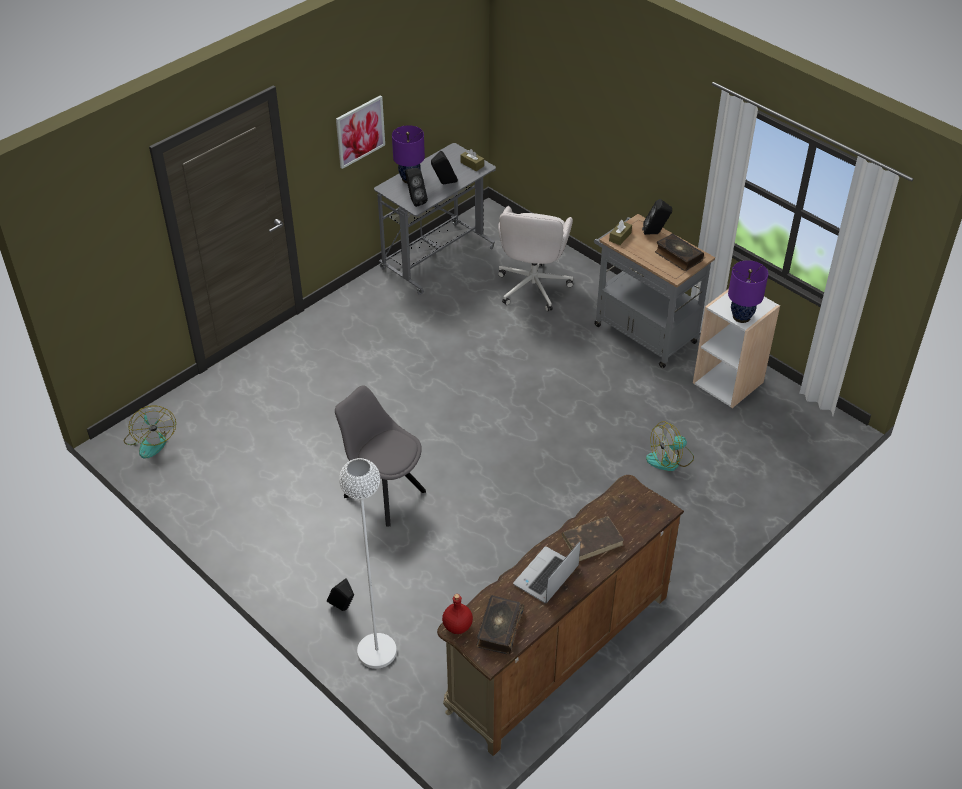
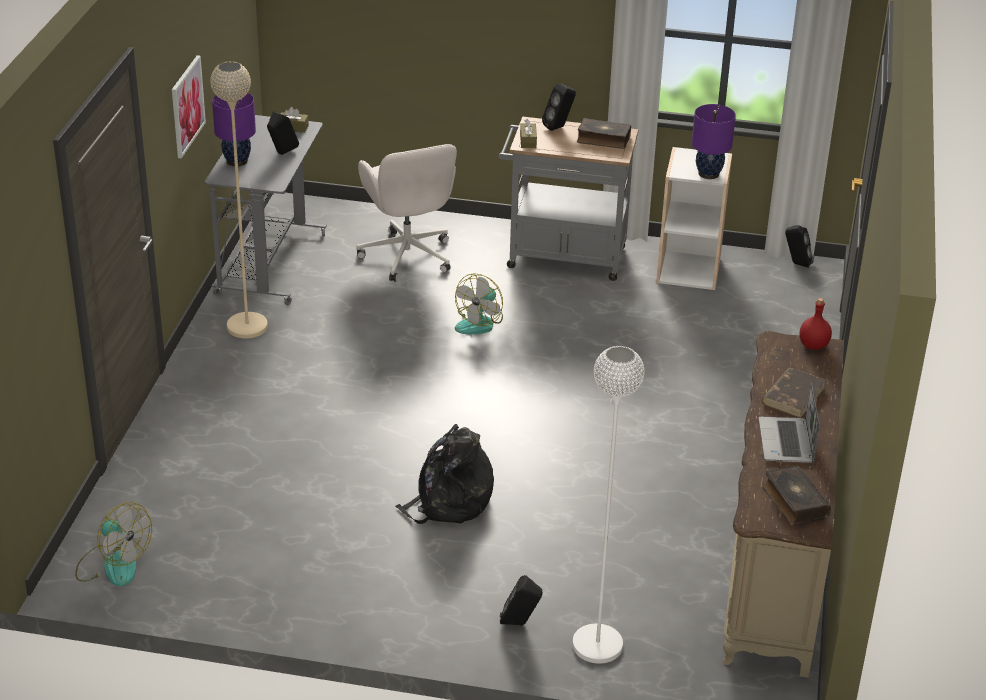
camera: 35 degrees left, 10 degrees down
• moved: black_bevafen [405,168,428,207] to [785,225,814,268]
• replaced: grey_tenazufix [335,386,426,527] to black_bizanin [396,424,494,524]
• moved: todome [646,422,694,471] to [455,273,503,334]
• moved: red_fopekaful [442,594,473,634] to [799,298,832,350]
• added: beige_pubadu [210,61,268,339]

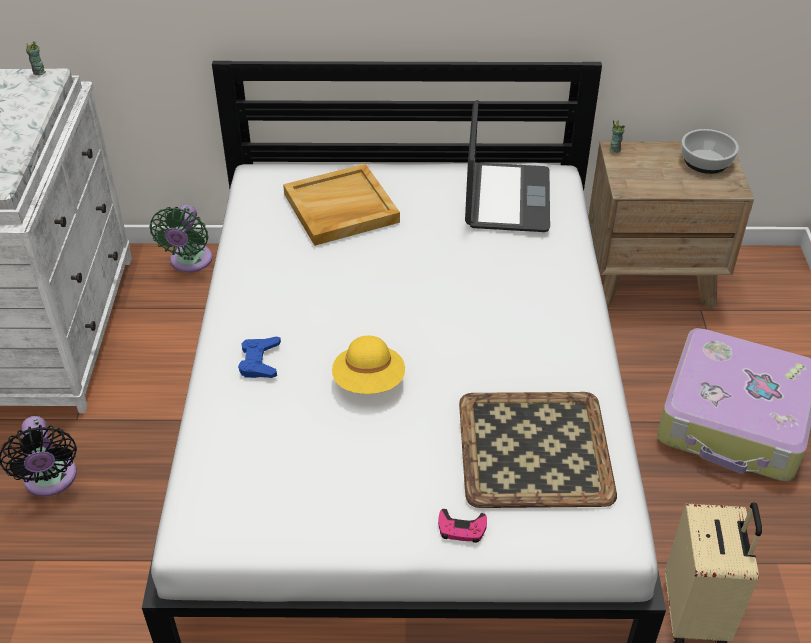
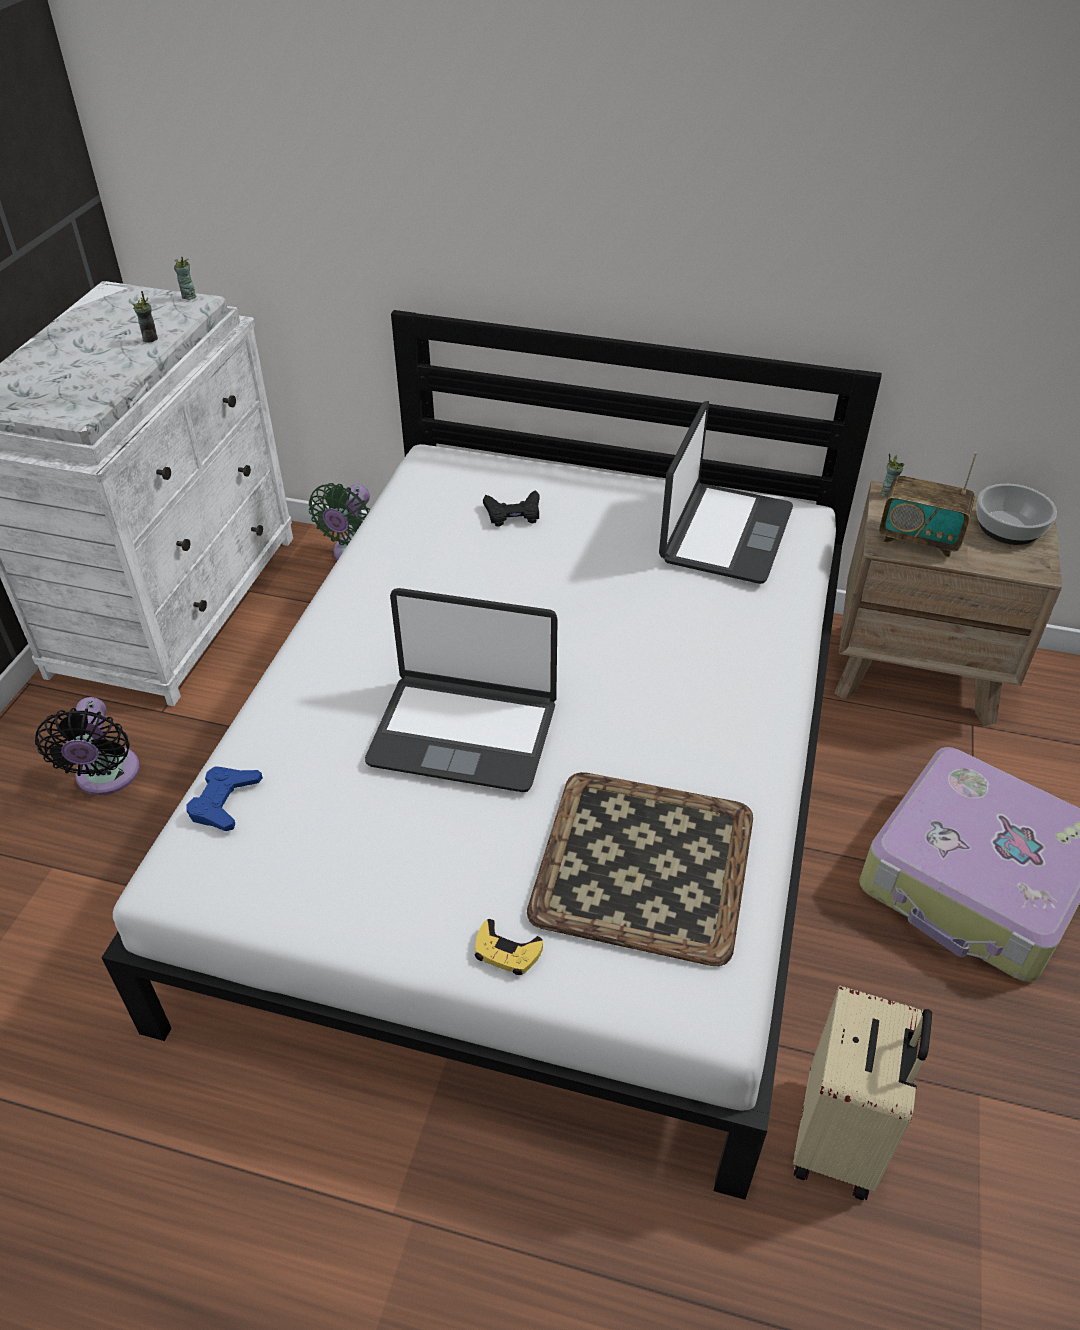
camera: 15 degrees right, 0 degrees up
• replaced: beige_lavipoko [283,164,400,246] to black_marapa [483,490,540,527]
• replaced: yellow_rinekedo [332,336,405,394] to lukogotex [365,588,558,792]
• moved: blue_marapa [238,337,281,378] to [186,766,263,831]
• recoloured: pink_marapa [438,509,487,543] to yellow_marapa [475,919,543,975]
• added: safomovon [133,291,158,343]
• added: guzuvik [879,452,977,557]

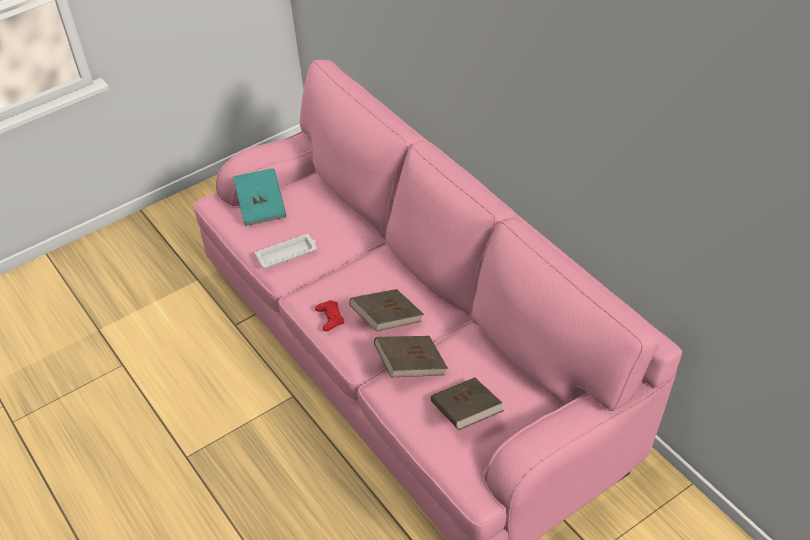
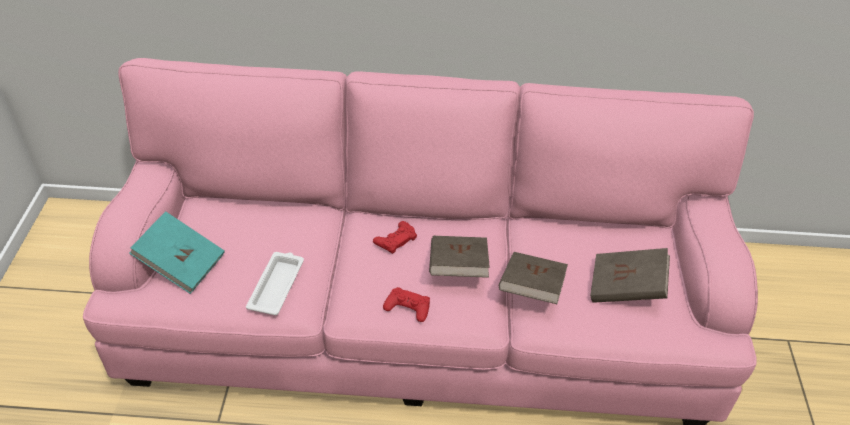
camera: 55 degrees left, 0 degrees up
• added: red_marapa [373,221,417,254]

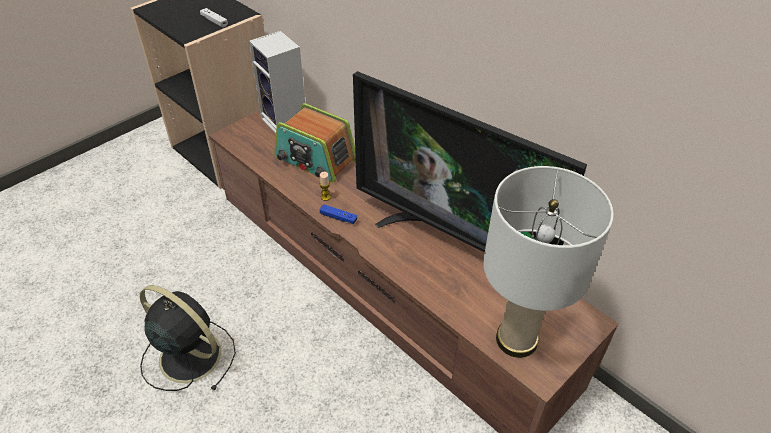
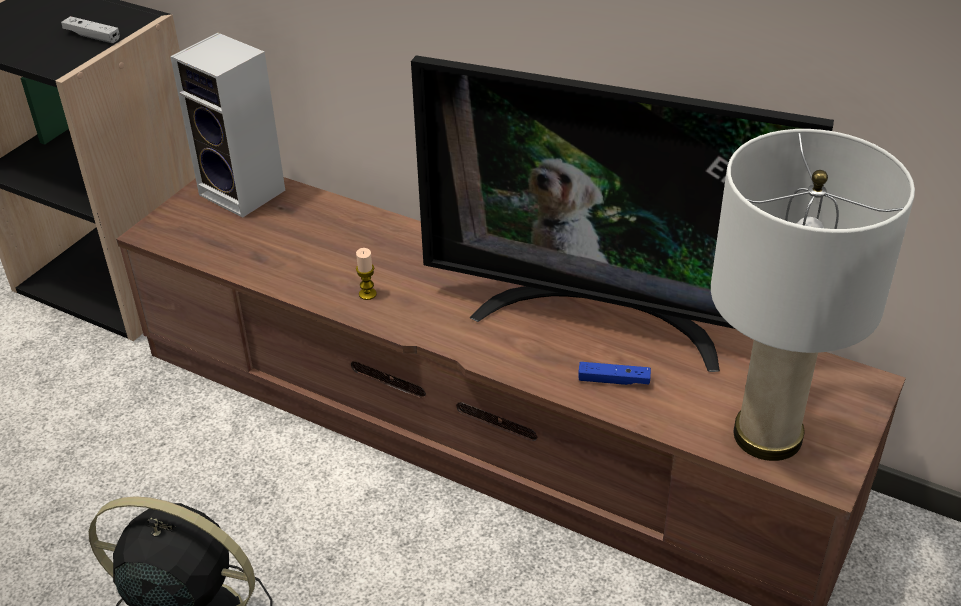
camera: 15 degrees left, 5 degrees down
• removed: guzuvik [274,103,356,183]
• moved: blue_marapa [320,204,358,224] to [578,362,651,385]

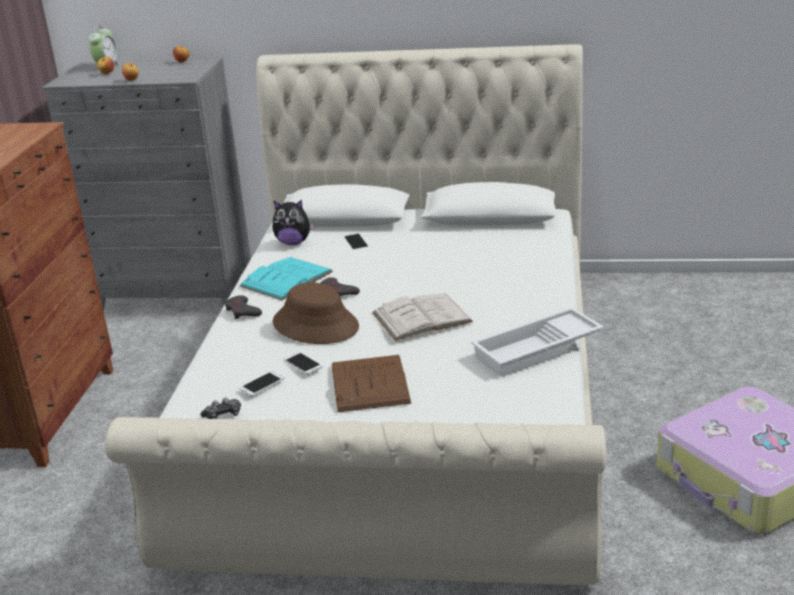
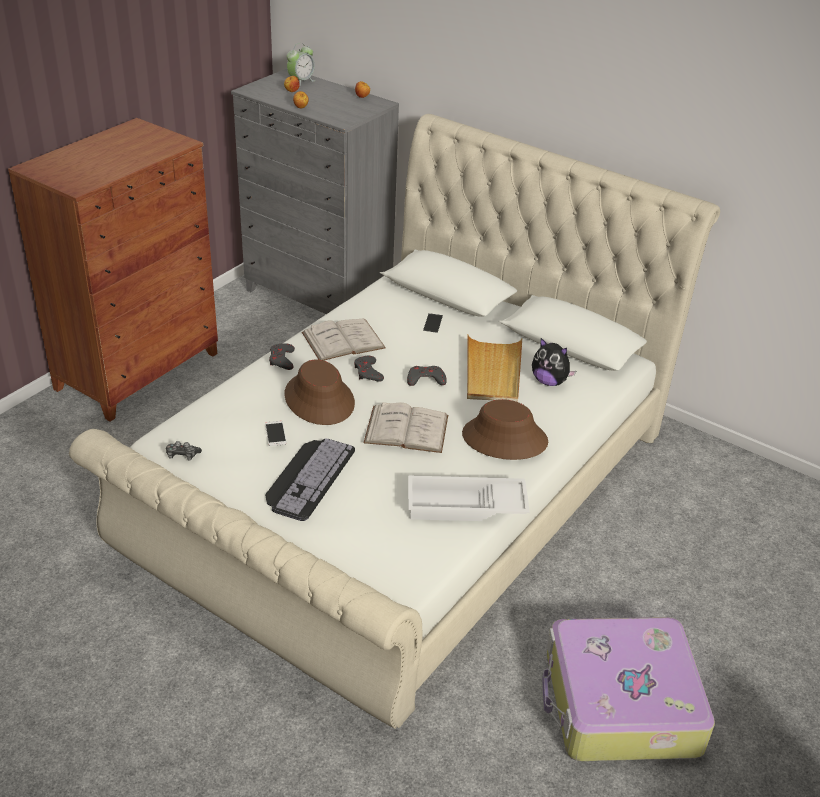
camera: 25 degrees right, 10 degrees up
• moved: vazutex [273,200,315,245] to [532,338,576,386]
• recoloured: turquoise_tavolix [240,257,333,300] to white_tavolix [302,318,386,360]
• replaced: brown_tavolix [331,355,411,413] to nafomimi [265,438,355,521]
• removed: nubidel [239,371,284,396]
• added: beige_lavipoko [467,334,522,402]
• added: grey_marapa [407,366,447,386]
• added: brown_rinekedo [462,399,548,460]

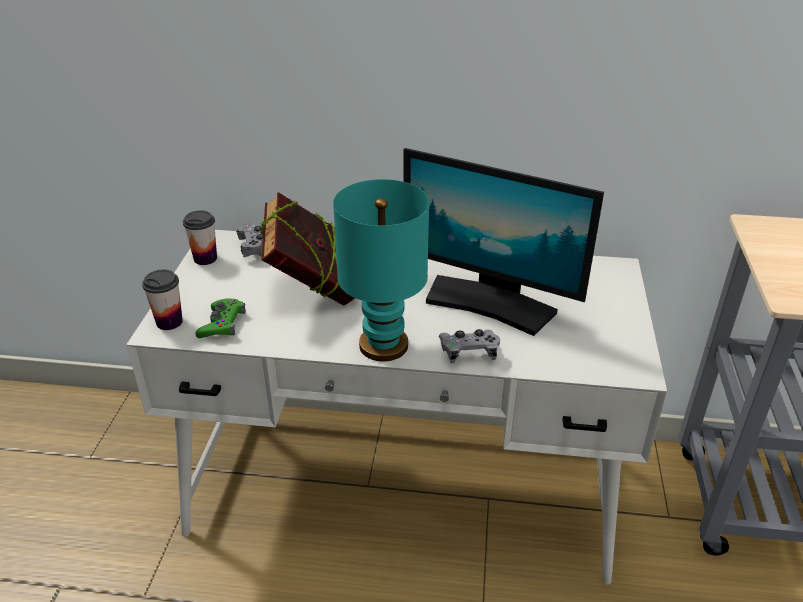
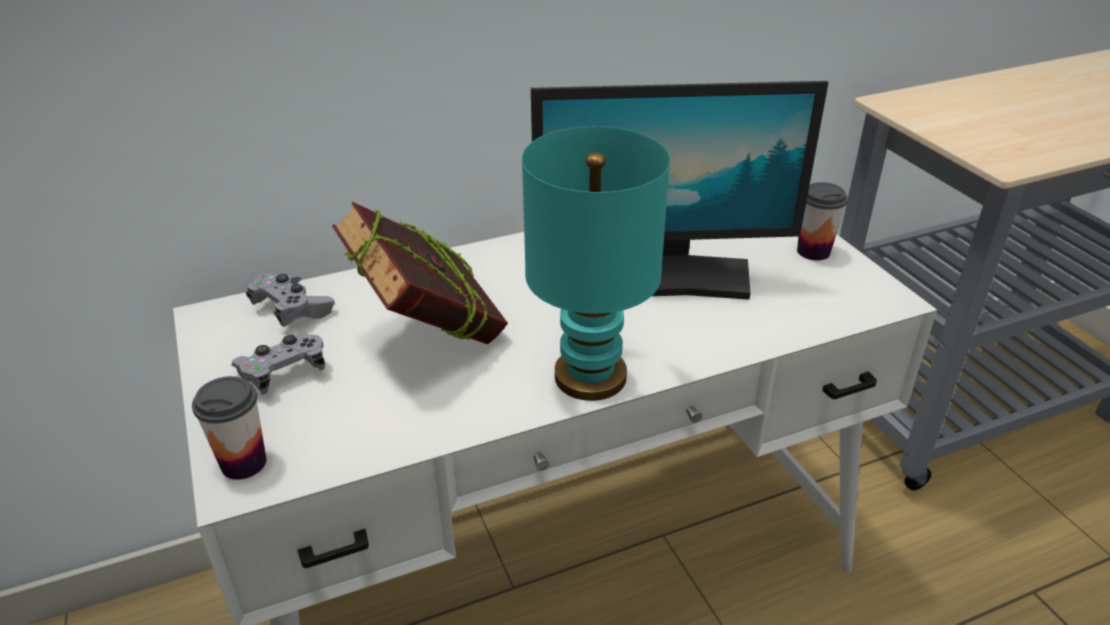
camera: 30 degrees left, 0 degrees up
• moved: safomovon [183,210,217,265] to [797,182,848,260]
• removed: green_marapa [195,298,246,338]
• moved: grey_marapa [438,329,500,363] to [231,332,325,395]

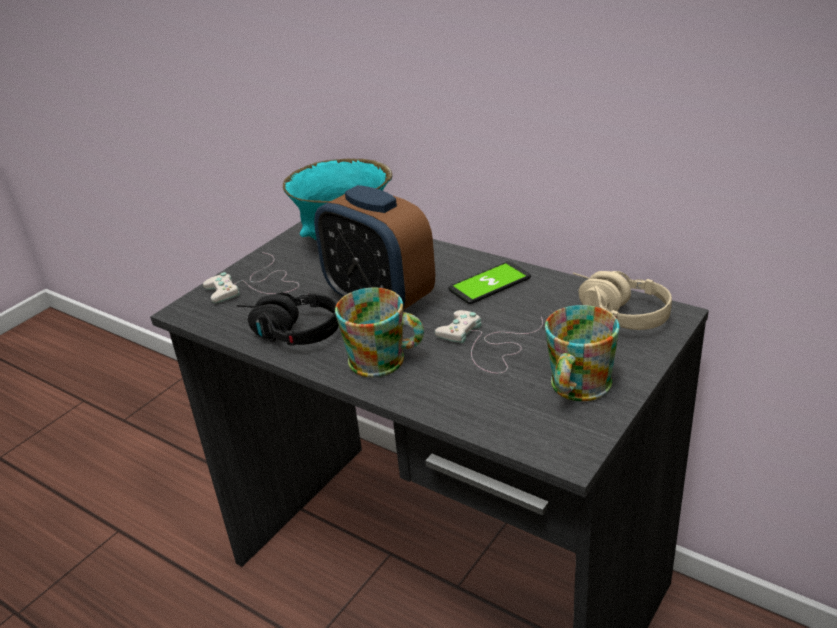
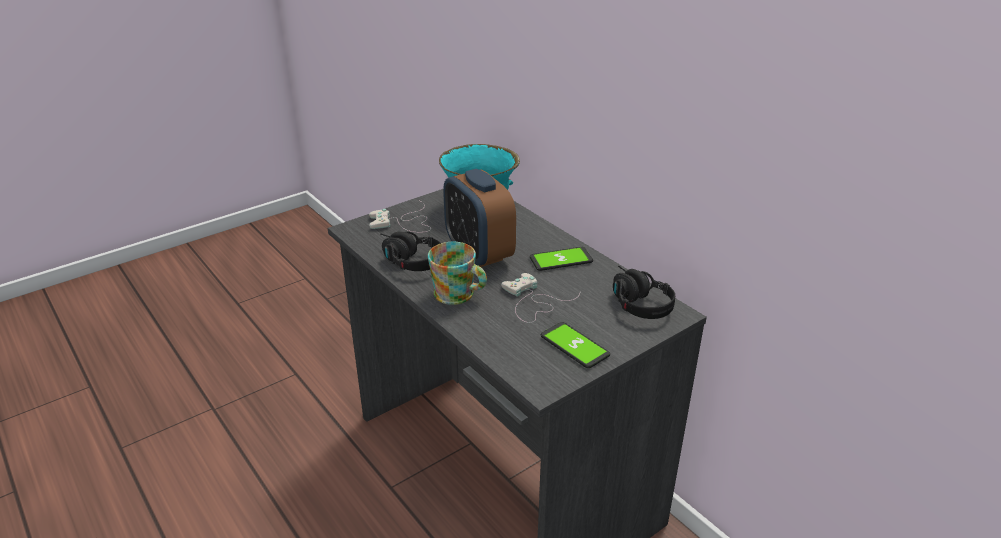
camera: 15 degrees right, 0 degrees up
• recoloured: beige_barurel [573,271,672,330] to black_barurel [613,265,675,319]
• replaced: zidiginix [545,305,620,401] to nubidel [541,322,610,368]

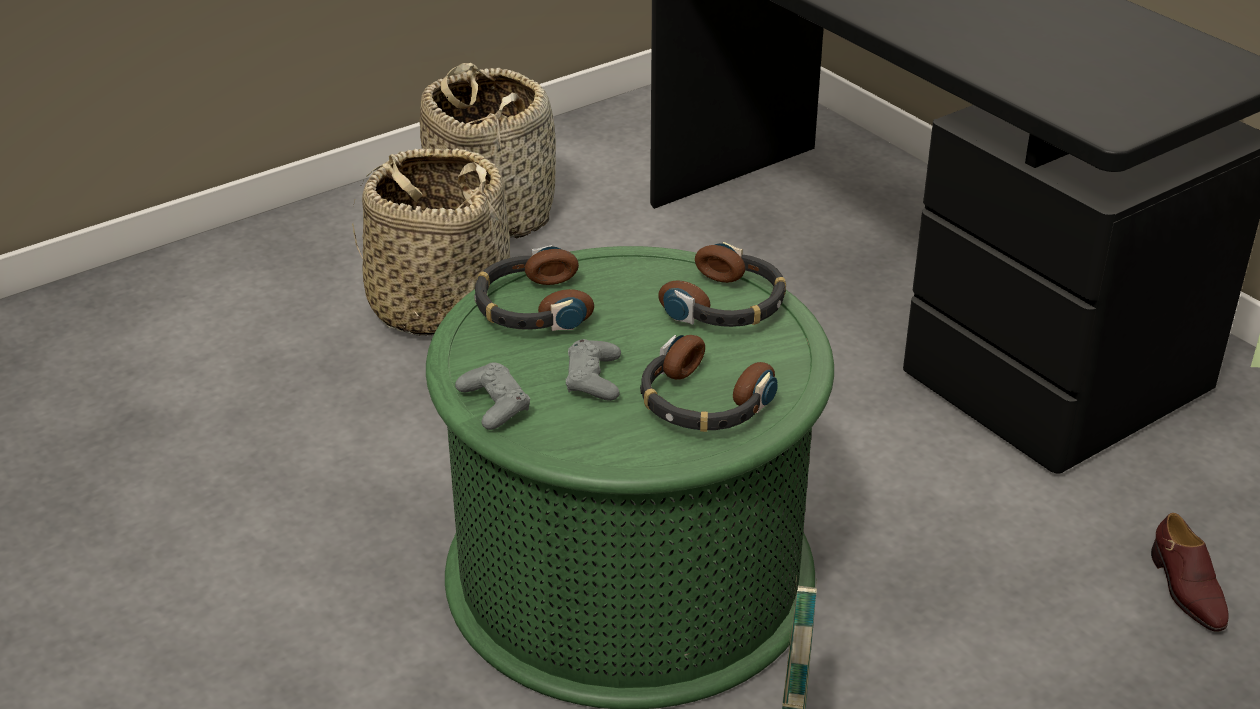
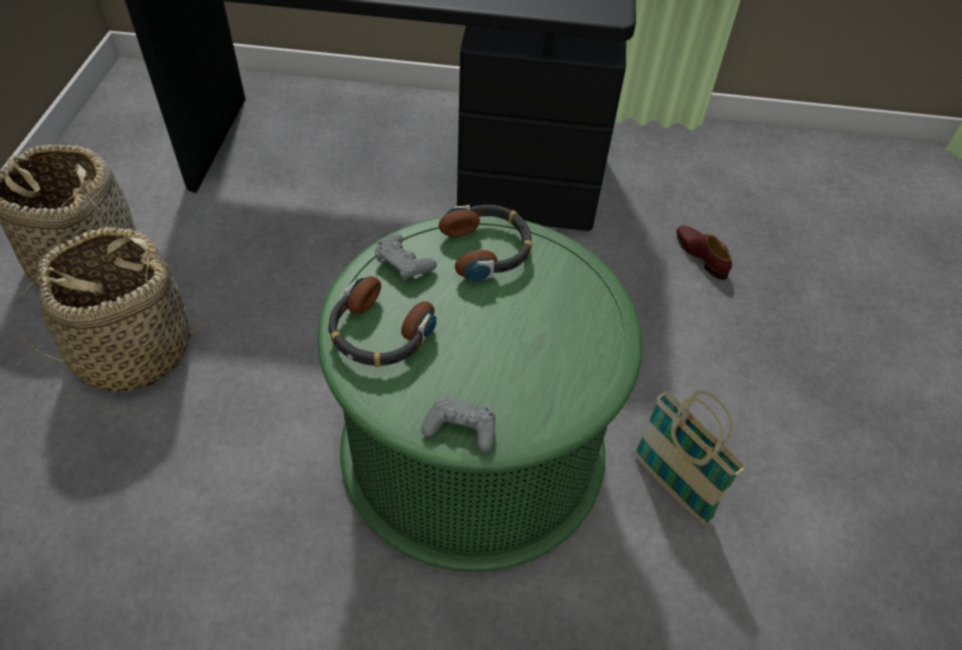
camera: 50 degrees left, 15 degrees up
• removed: barurel [640,335,778,432]
• moved: grey_marapa [566,339,621,401] to [375,234,437,281]
• turned: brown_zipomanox [1151,513,1228,632] = [676,226,732,280] 150 degrees counterclockwise

